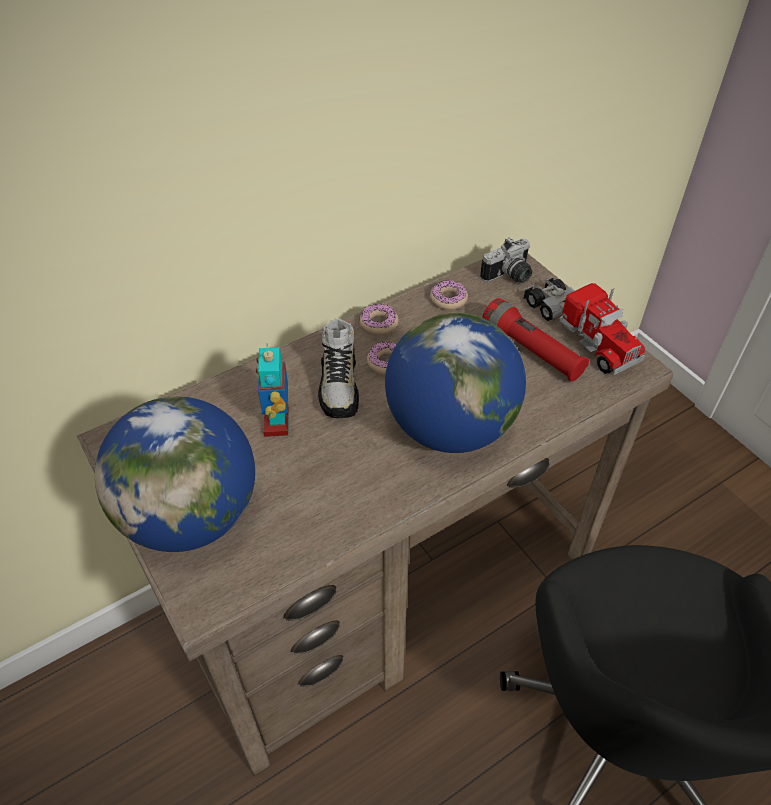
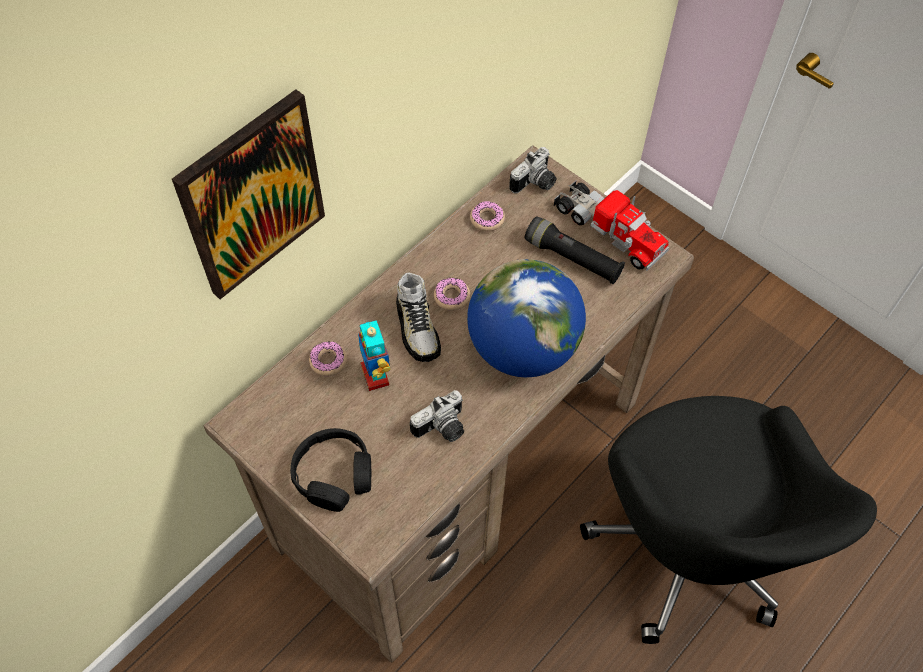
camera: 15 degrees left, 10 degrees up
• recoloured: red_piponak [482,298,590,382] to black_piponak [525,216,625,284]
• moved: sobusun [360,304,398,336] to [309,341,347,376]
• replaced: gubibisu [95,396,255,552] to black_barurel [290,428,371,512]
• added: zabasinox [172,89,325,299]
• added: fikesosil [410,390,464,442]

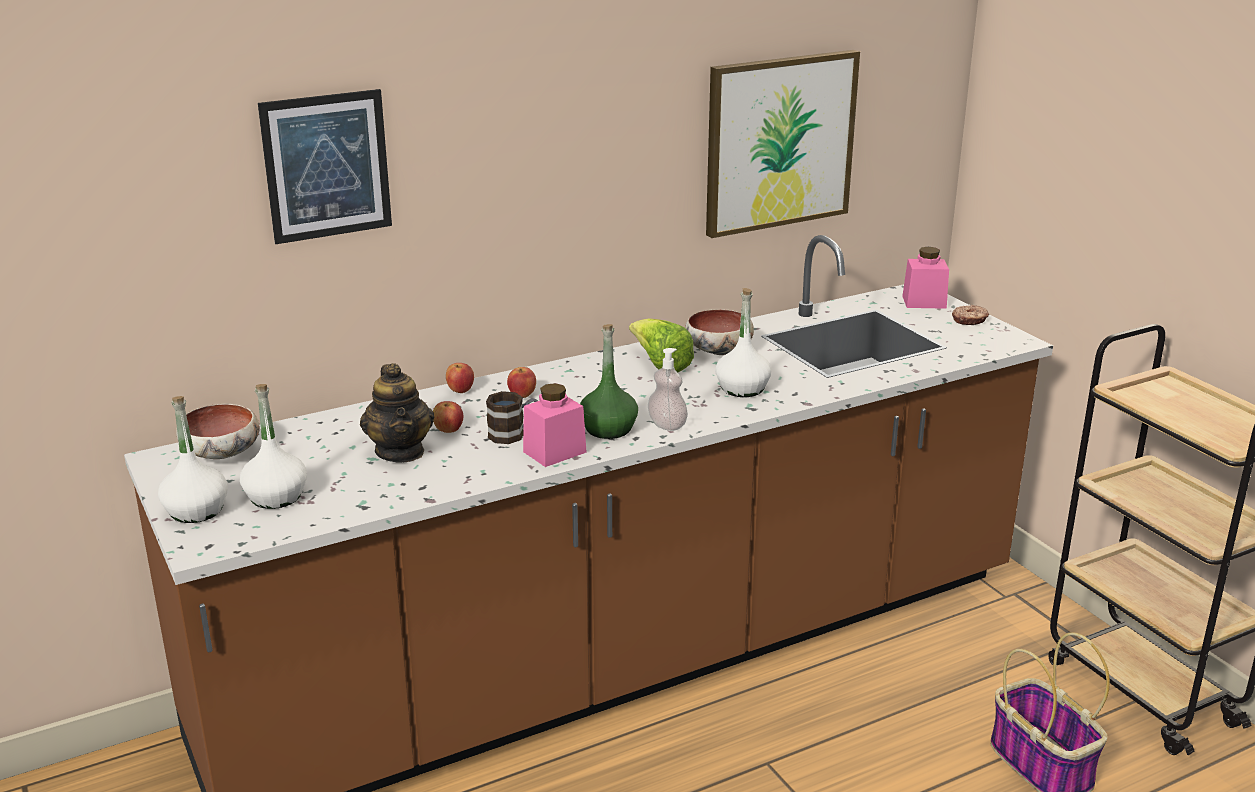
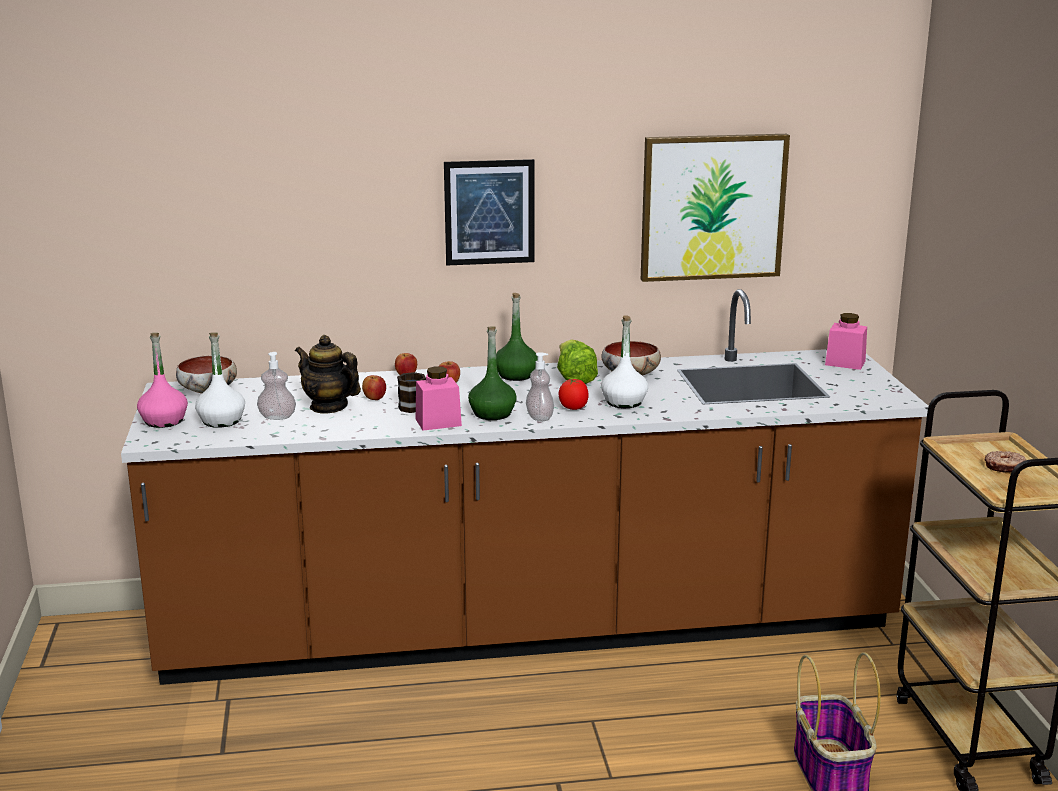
camera: 20 degrees right, 5 degrees down
• moved: zabasinox [258,89,392,244] to [444,159,535,266]
• moved: sobusun [952,305,989,325] to [985,451,1026,473]
• turned: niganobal [360,363,434,463] = [295,335,361,414] 120 degrees clockwise
• recoloured: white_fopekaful [158,396,228,523] to pink_fopekaful [137,333,188,428]
• added: green_fopekaful [496,293,537,381]
• added: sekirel [257,352,296,420]
• added: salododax [558,378,589,410]

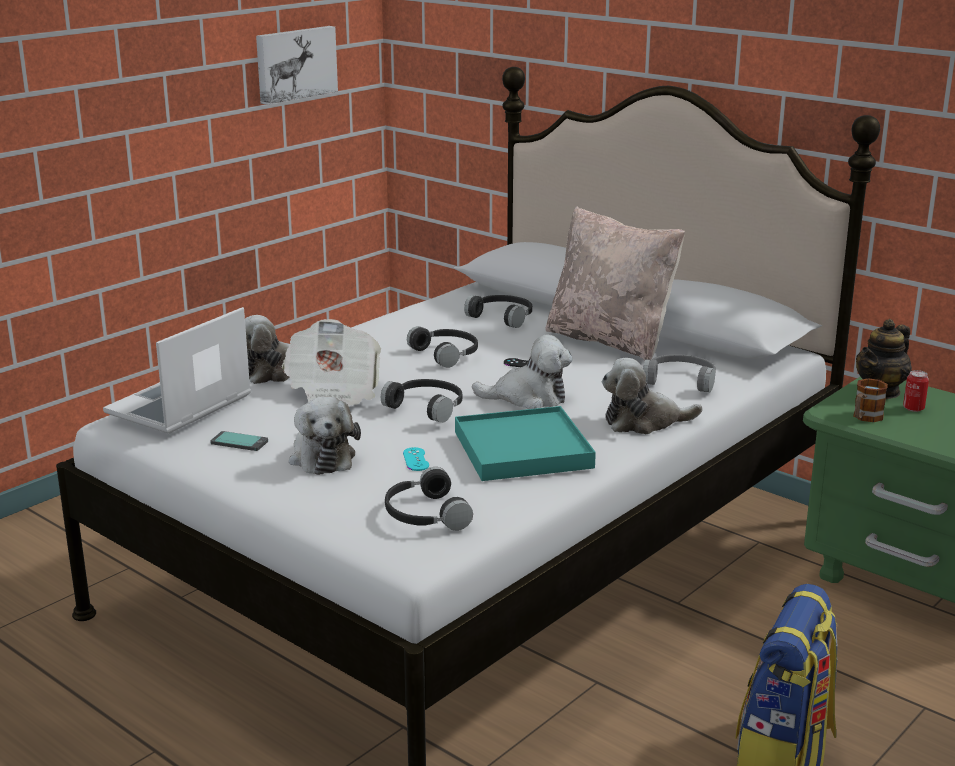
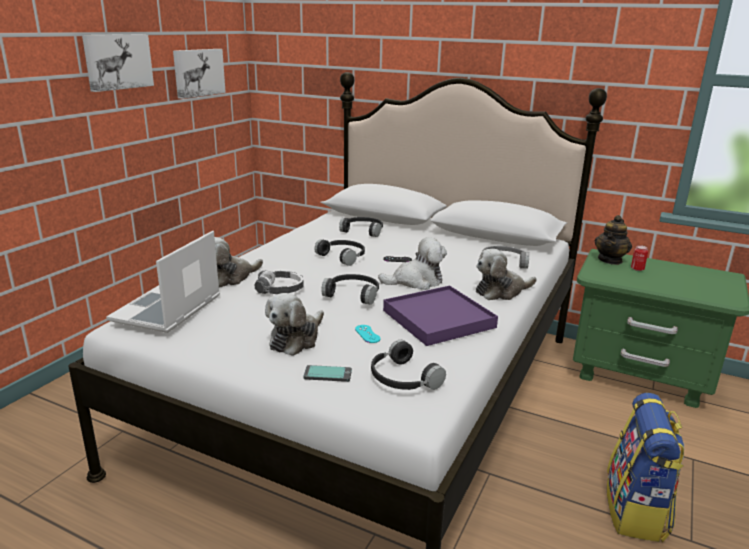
camera: 15 degrees left, 0 degrees up
• removed: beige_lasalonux [545,207,685,360]
• replaced: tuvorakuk [282,319,381,406] to barurel [254,270,304,294]
• removed: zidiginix [853,378,888,422]
• turned: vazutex [289,397,361,475] = [265,293,324,356] 60 degrees clockwise
• recoloured: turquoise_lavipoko [455,406,596,481] to purple_lavipoko [383,286,498,346]
• moved: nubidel [210,431,268,451] to [303,365,352,382]
• added: zabasinox [82,34,154,92]

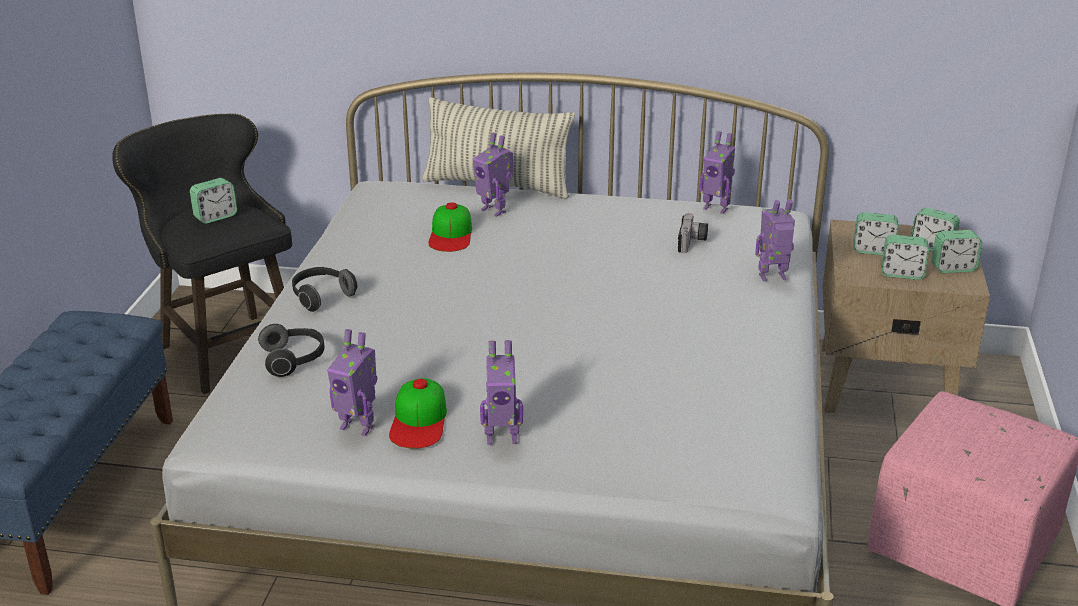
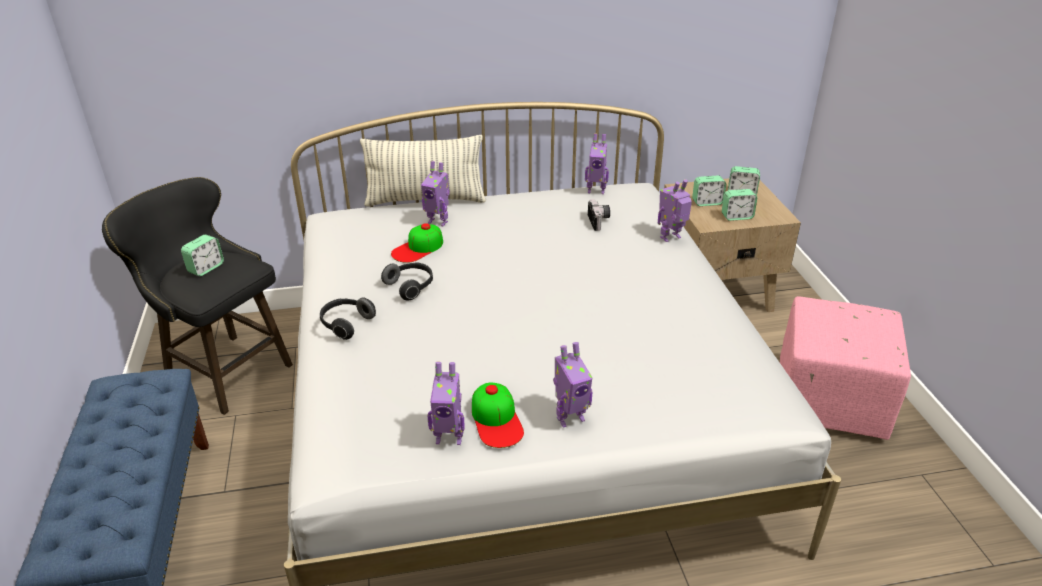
camera: 20 degrees left, 5 degrees up
• turned: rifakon [428,202,472,252] = [391,223,443,263] 60 degrees clockwise
• removed: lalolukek [932,230,982,273]
• moved: barurel [258,324,325,377] to [381,262,433,301]

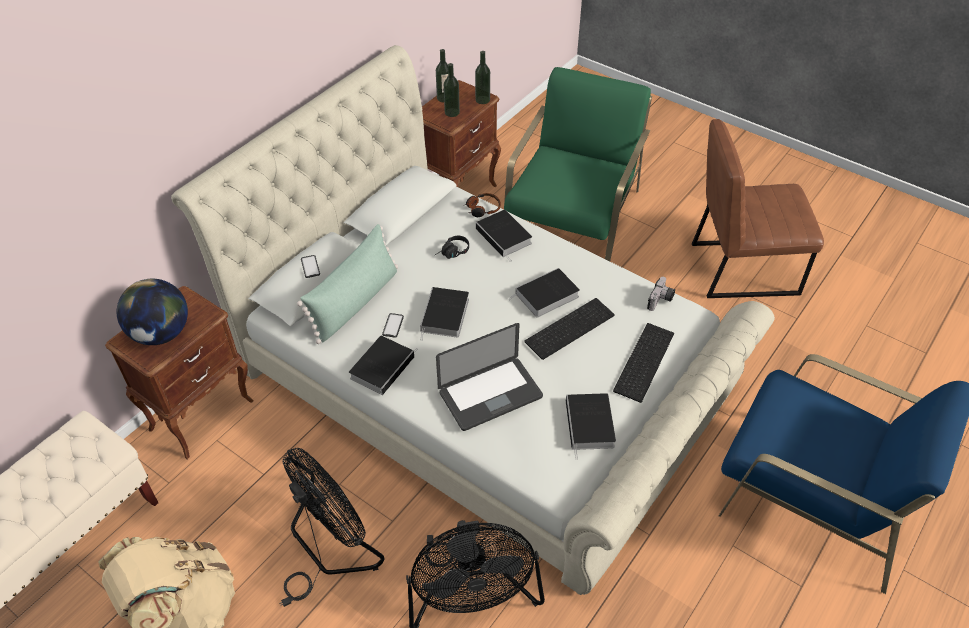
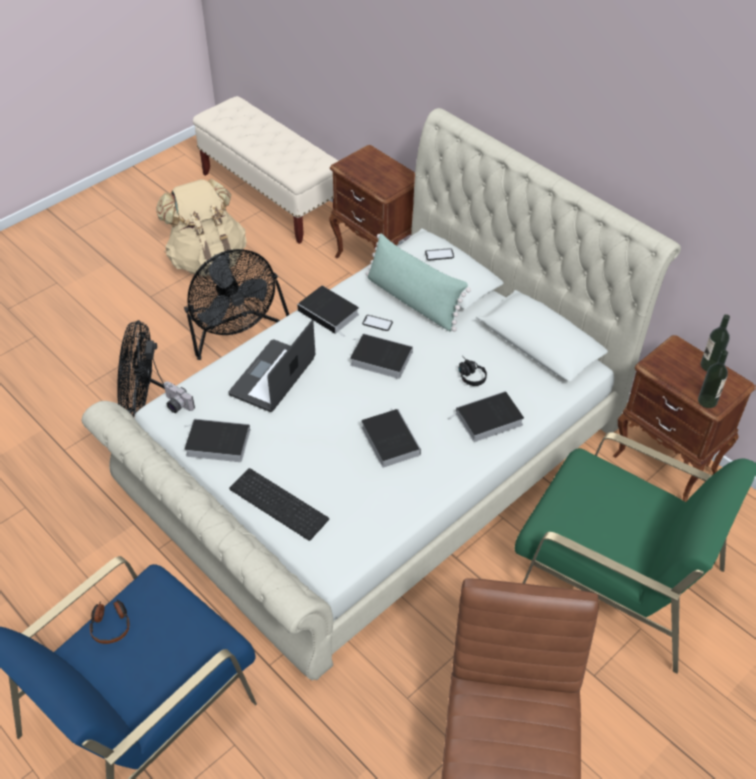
camera: 100 degrees right, 0 degrees up
• removed: fopekaful [444,63,460,117]
• moved: barurel [465,193,501,217] to [90,599,129,644]
• moved: fikesosil [647,277,675,311] to [163,381,195,413]
• removed: gubibisu [117,279,188,345]
• removed: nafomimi [524,298,615,360]
• turned: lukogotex [436,323,543,431] = [229,320,315,412] 45 degrees clockwise

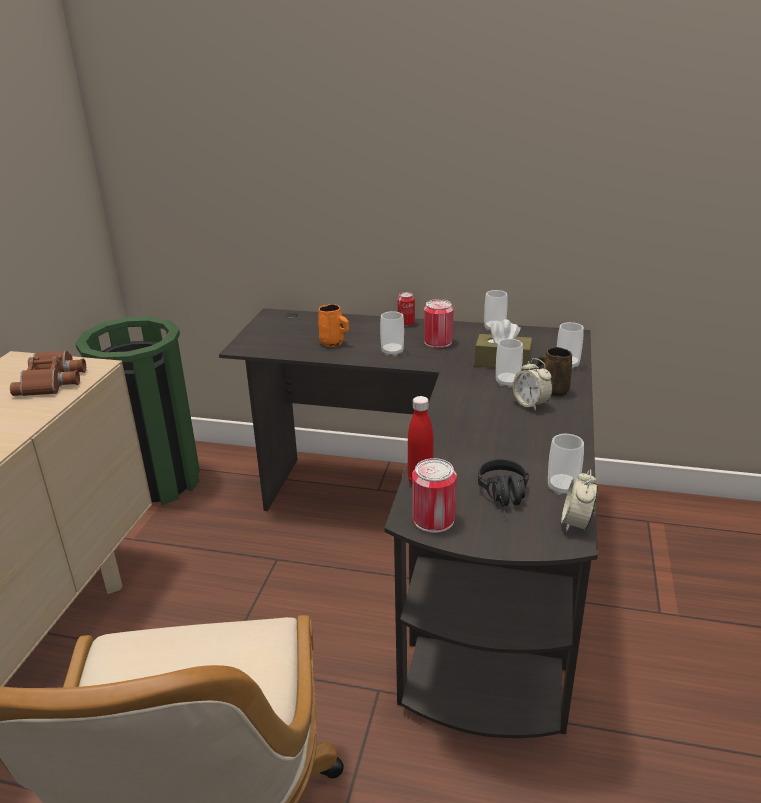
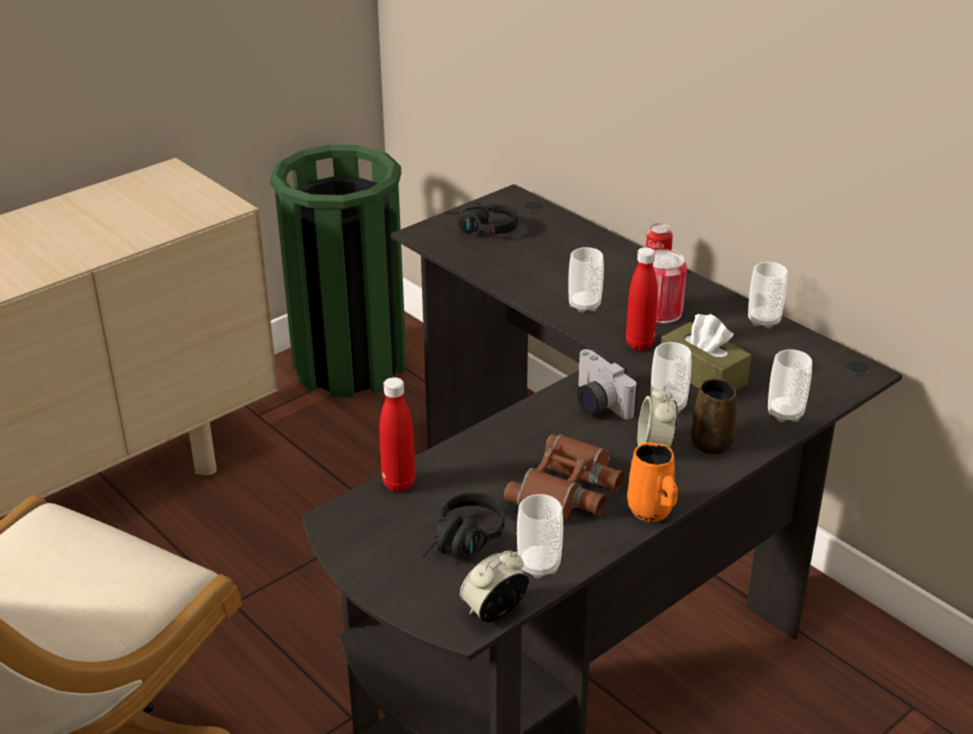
camera: 35 degrees right, 5 degrees up
• moved: orange_zidiginix [318,304,349,347] to [627,442,678,522]
• moved: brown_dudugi [10,351,86,396] to [504,434,624,522]
• removed: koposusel [412,458,457,533]
• added: black_barurel [444,203,518,234]
• added: red_fopekaful [626,247,658,351]
• added: fikesosil [577,349,638,419]

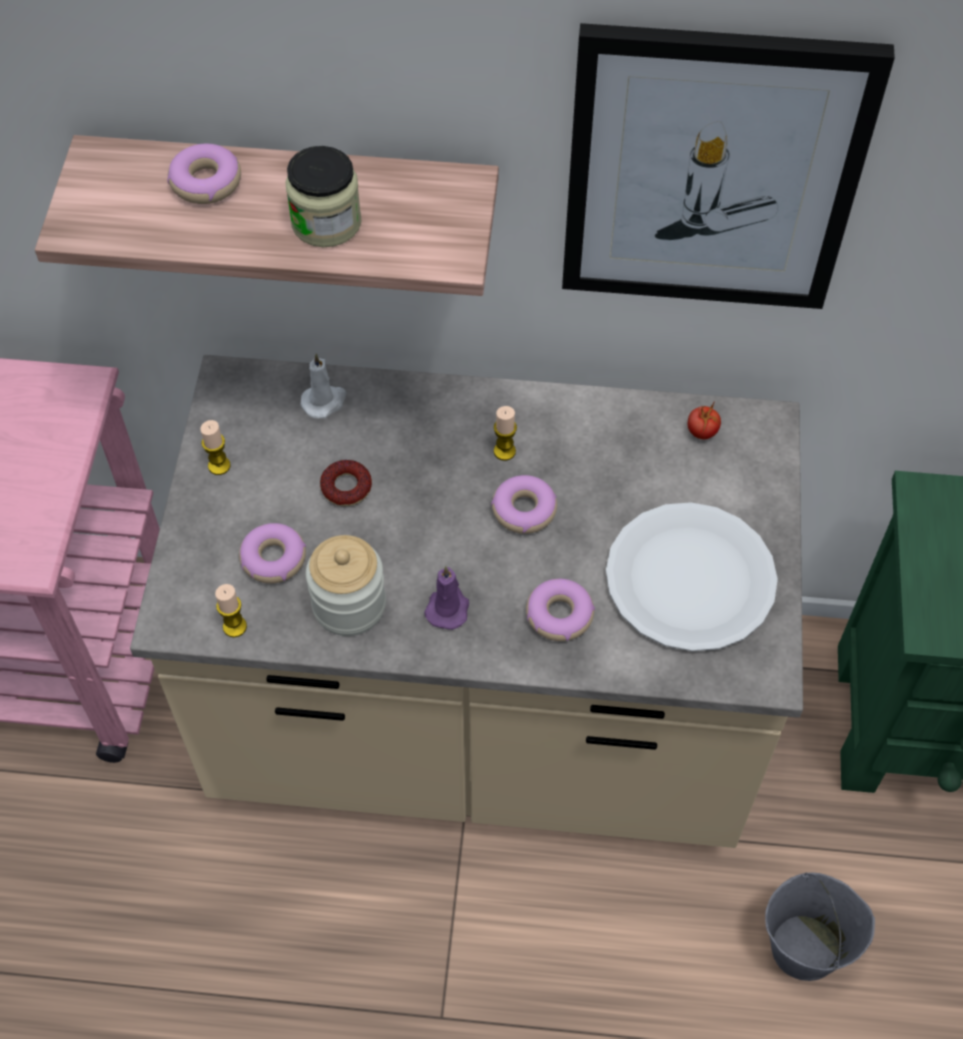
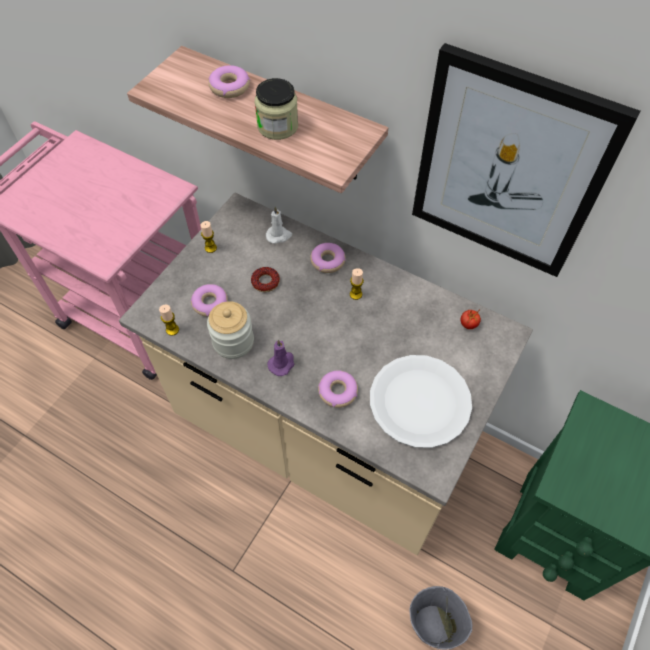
camera: 25 degrees right, 0 degrees up
• moved: sobusun [491,475,557,534] to [310,243,346,273]

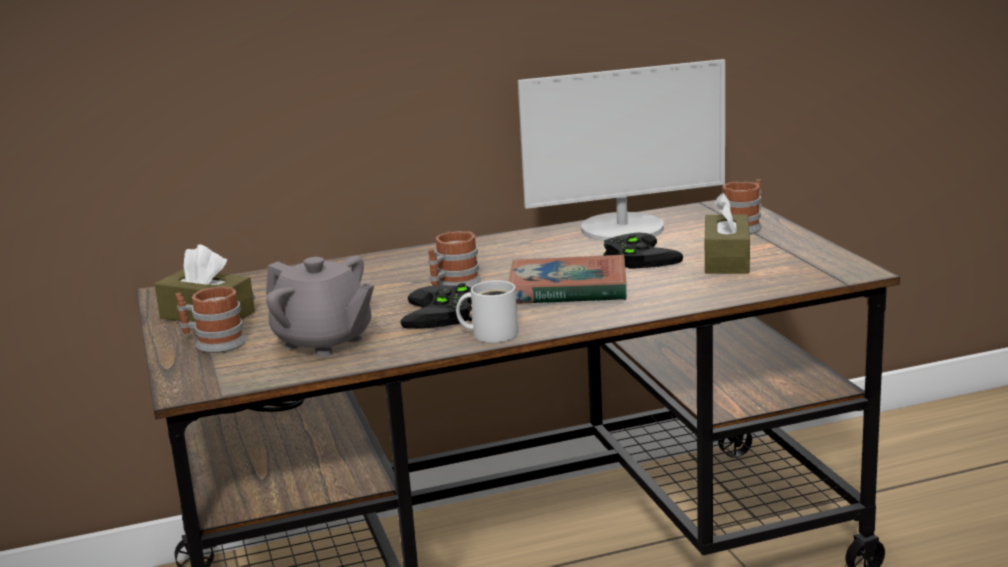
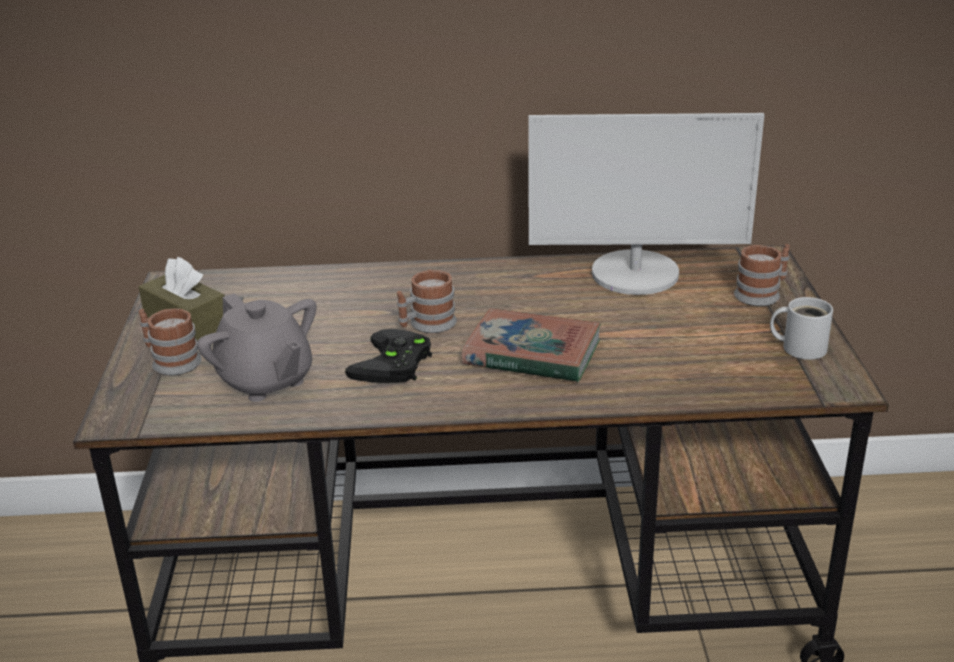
camera: 15 degrees right, 10 degrees up
• removed: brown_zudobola [705,193,750,274]
• removed: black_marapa [603,232,683,268]
• moved: white_zidiginix [456,280,518,343] to [770,297,833,360]

